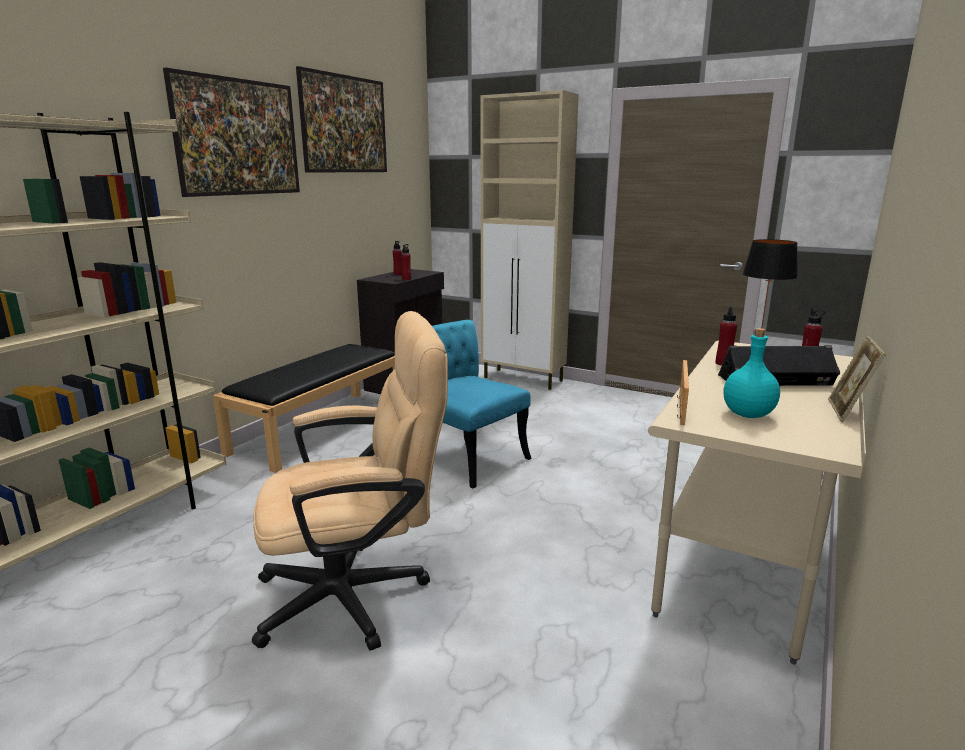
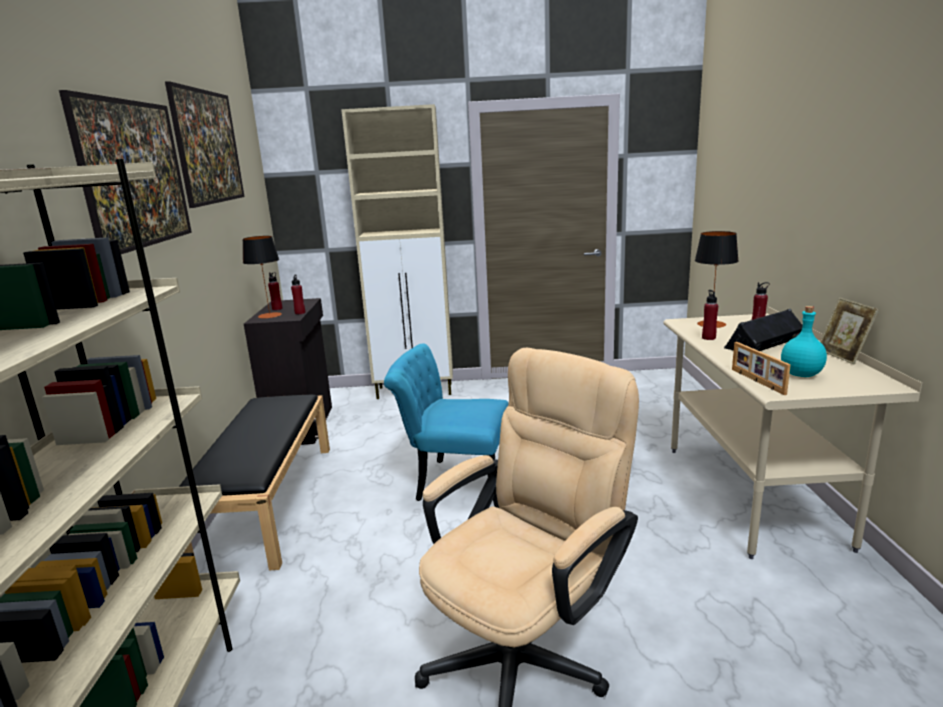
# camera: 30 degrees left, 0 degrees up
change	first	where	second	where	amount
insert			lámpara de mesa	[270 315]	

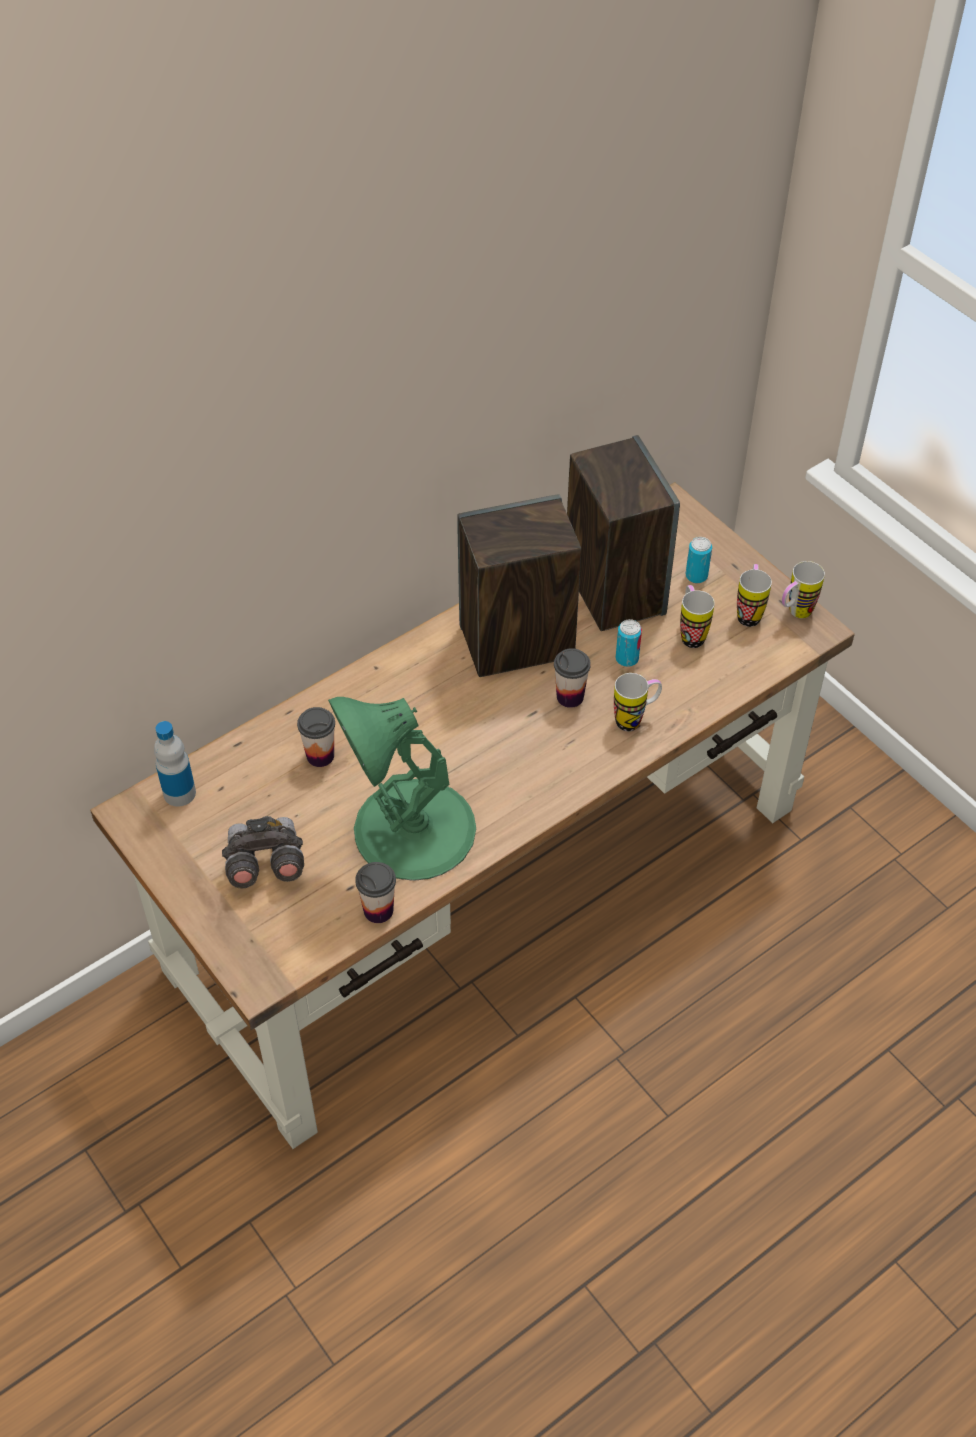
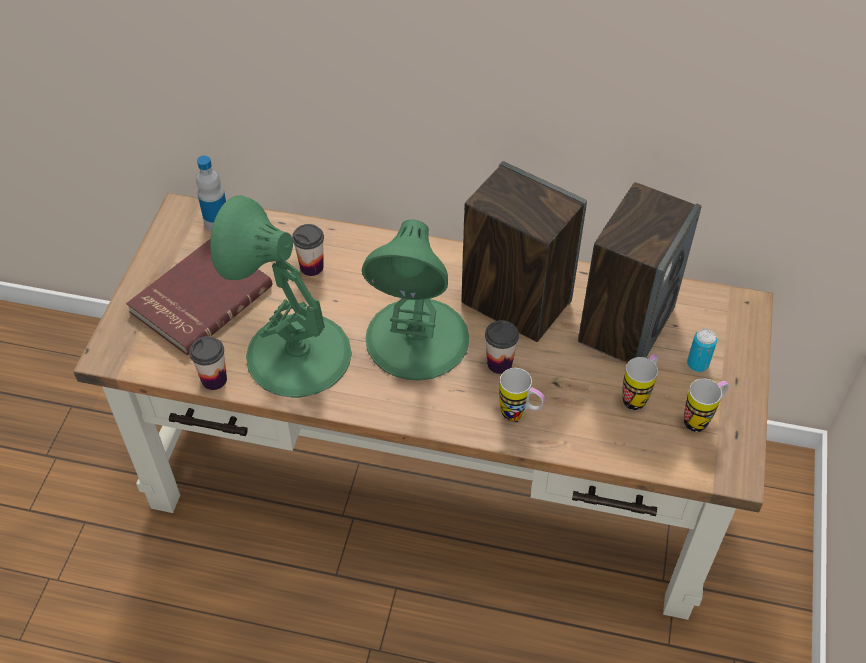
# camera: 50 degrees right, 0 degrees up
change	first	where	second	where	amount
replace	prismáticos (gris)	[264 864]	libro (rojo)	[199 298]	
delete	lata	[627 658]			
delete	taza grande	[794 613]			
insert			lámpara de mesa (verde)	[417 340]	

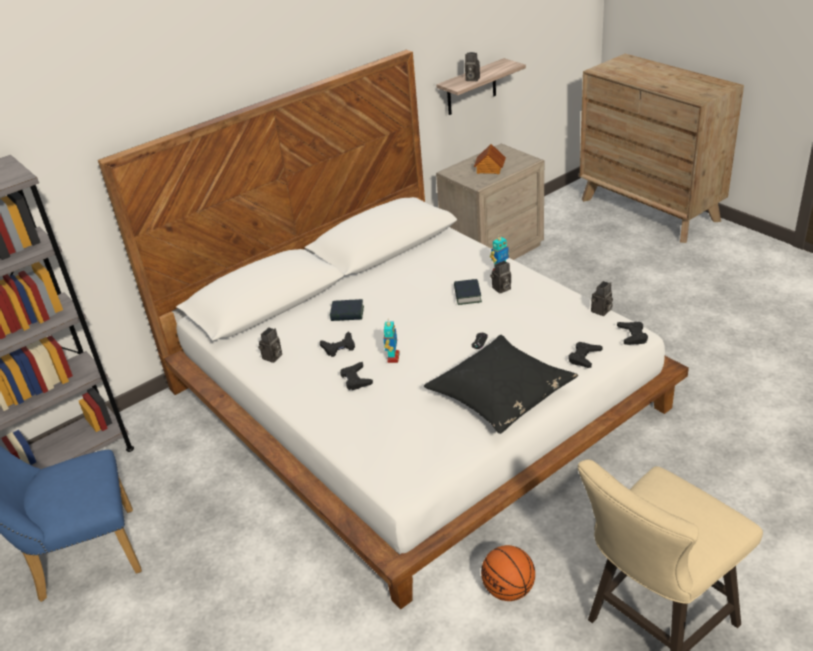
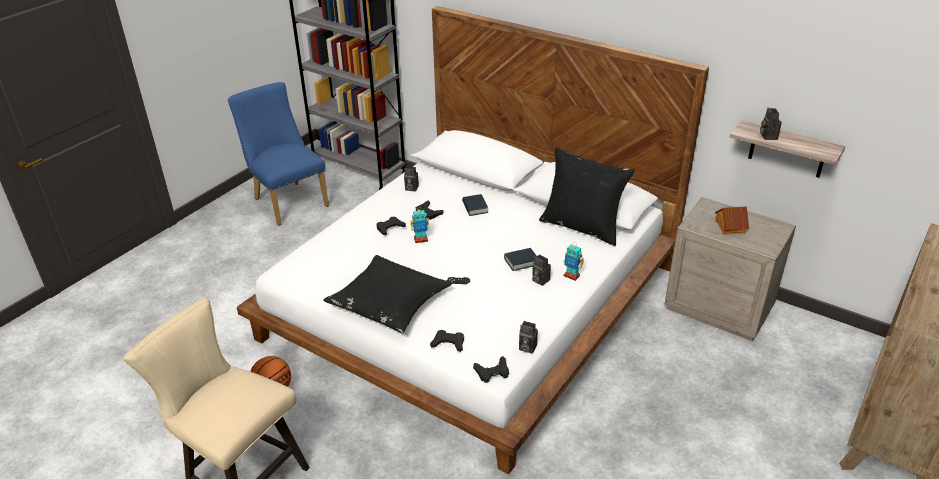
# camera: 70 degrees right, 0 degrees up
change	first	where	second	where	amount
insert			cojín (negro)	[582 226]	

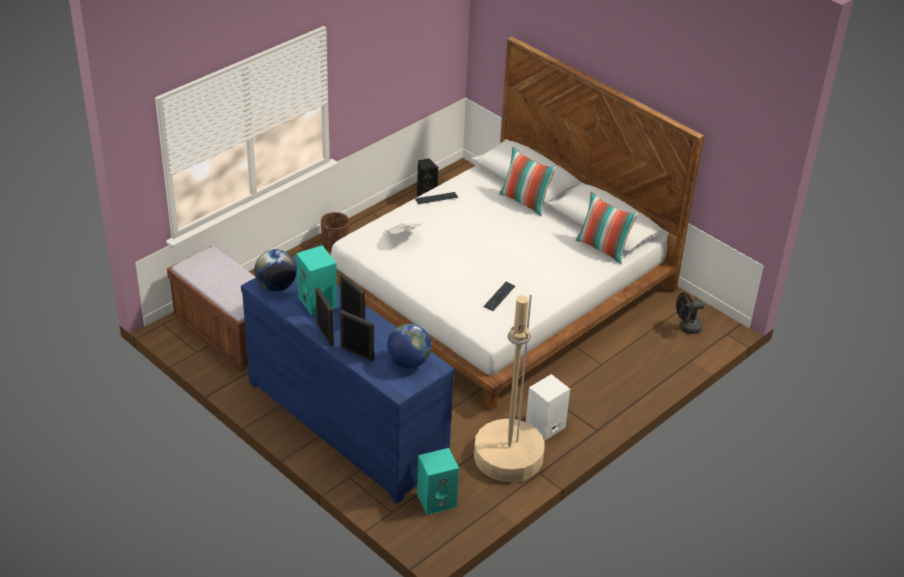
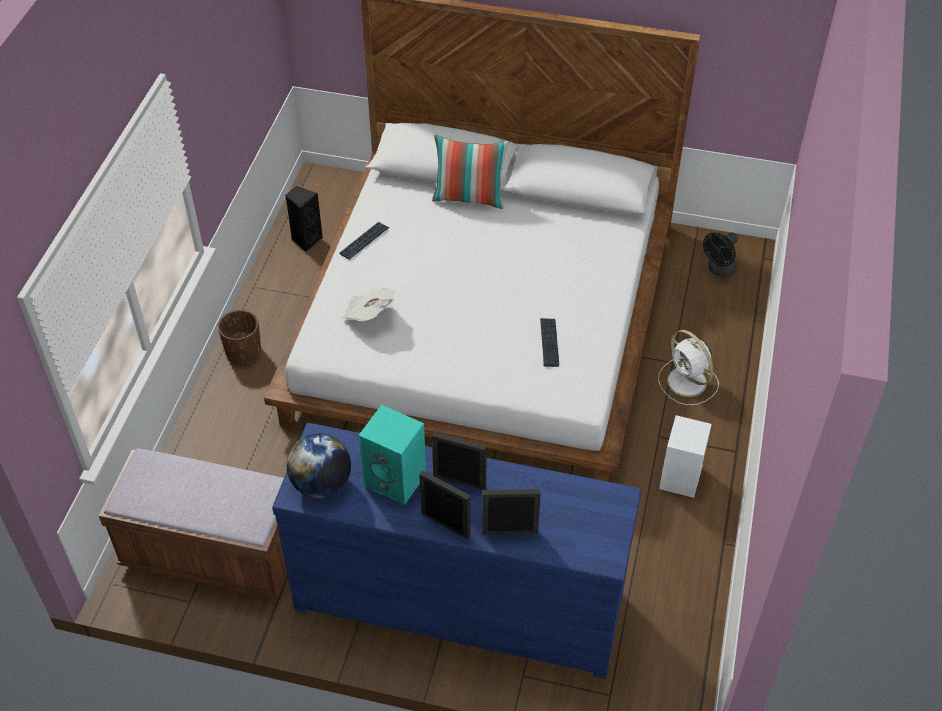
# camera: 30 degrees left, 10 degrees up
change	first	where	second	where	amount
delete	globo terráqueo	[408 362]			
delete	altavoz (turquesa)	[437 500]			
delete	lámpara de pie (beis)	[508 457]			
delete	cojín	[603 248]			
insert			ventilador (blanco)	[688 383]	

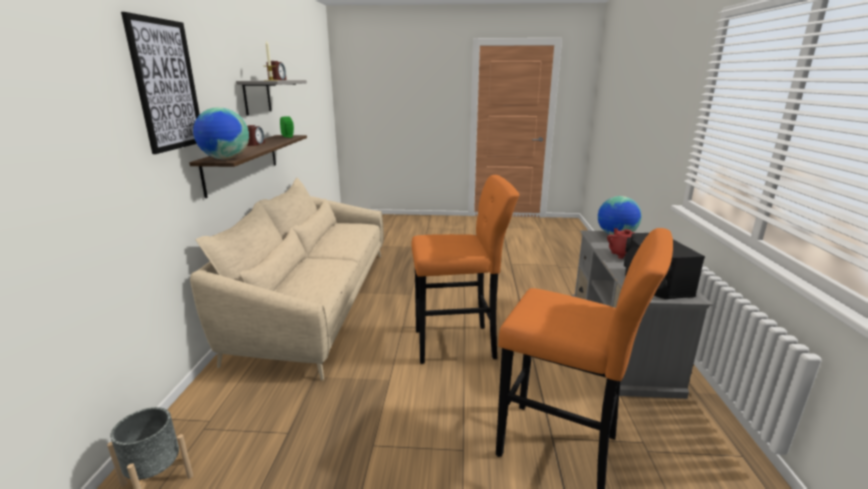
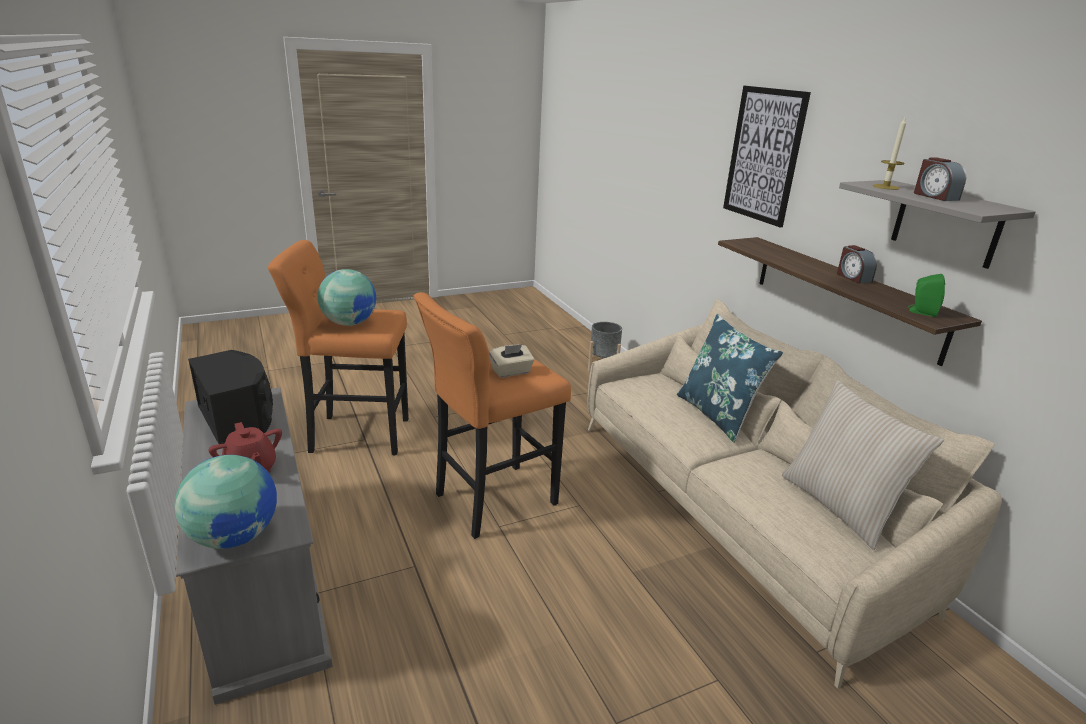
# camera: 150 degrees right, 5 degrees up
change	first	where	second	where	amount
move	globo terráqueo	[225 159]		[349 323]	
insert			caja de pañuelos (beis)	[511 372]	
insert			cojín (azul)	[717 415]	
insert			cojín (beis)	[840 506]	

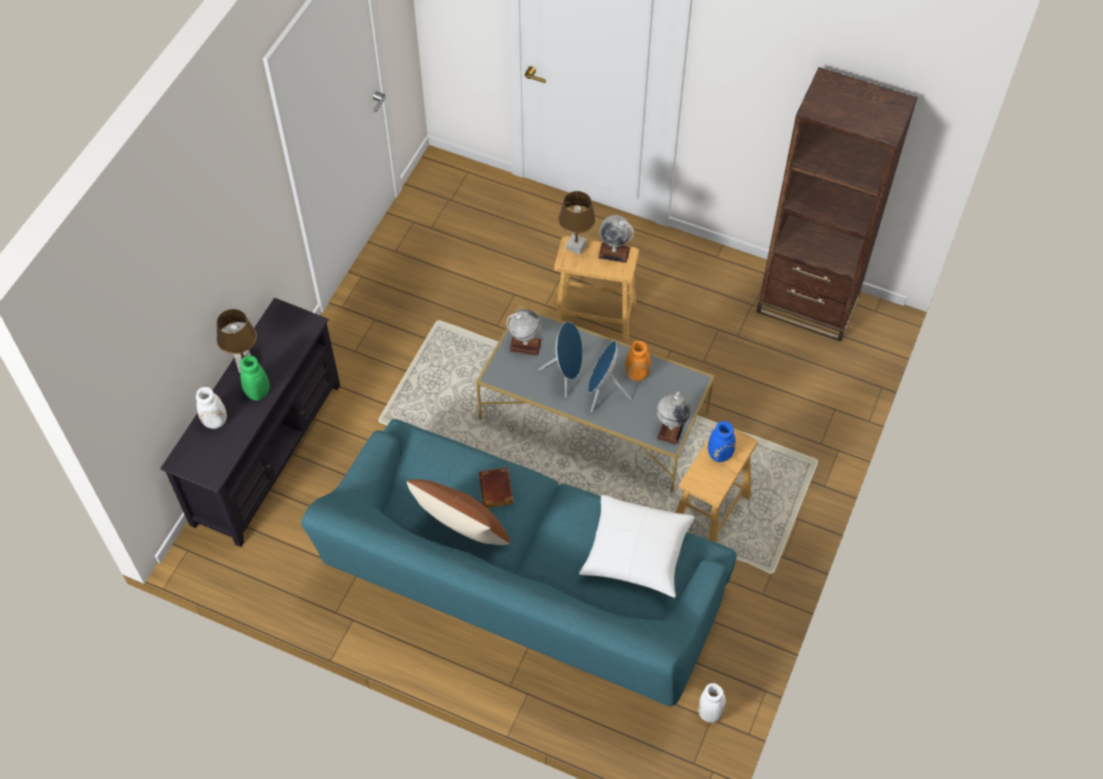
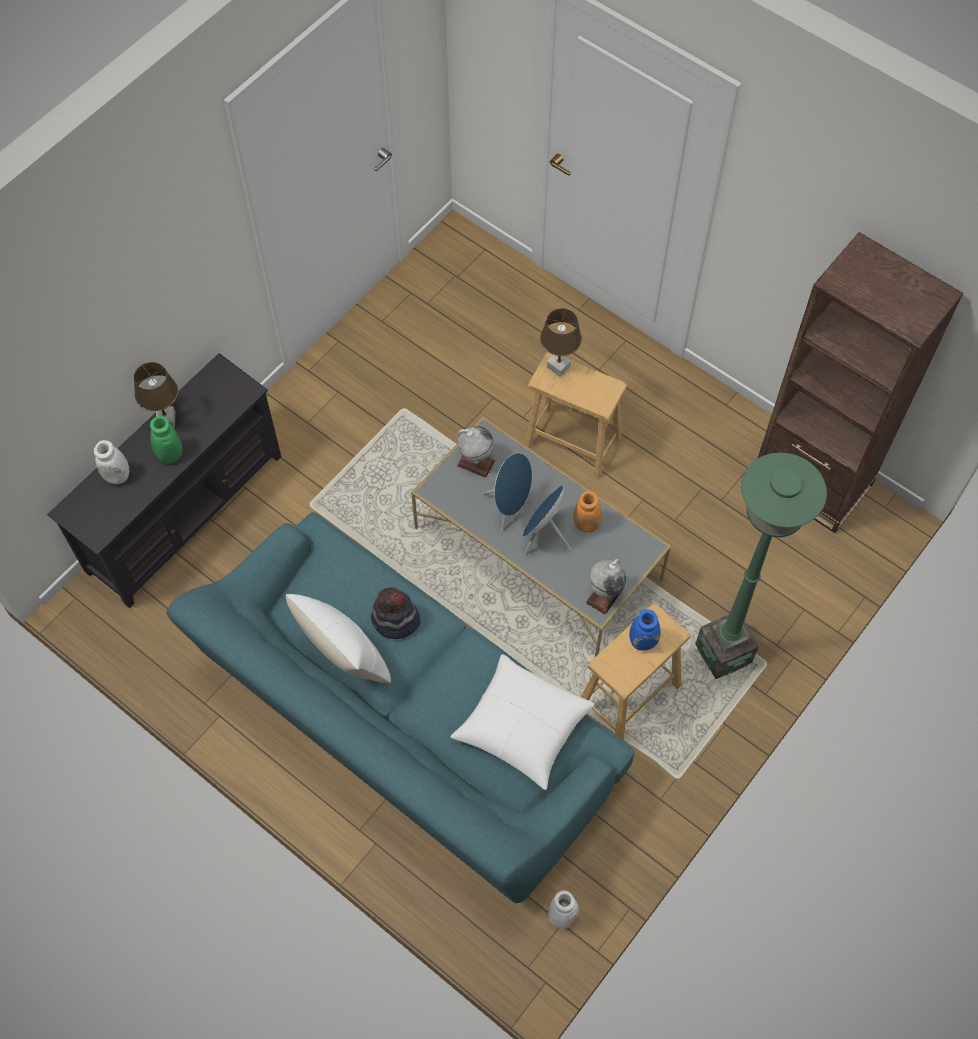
# camera: 15 degrees right, 5 degrees up
change	first	where	second	where	amount
recolor	cojín (marrón)	[462 532]	cojín (blanco)	[344 657]	
replace	libro (marrón)	[498 491]	sombrero	[395 620]	
delete	globo terráqueo	[614 252]			
insert			lámpara de pie (verde)	[724 653]	

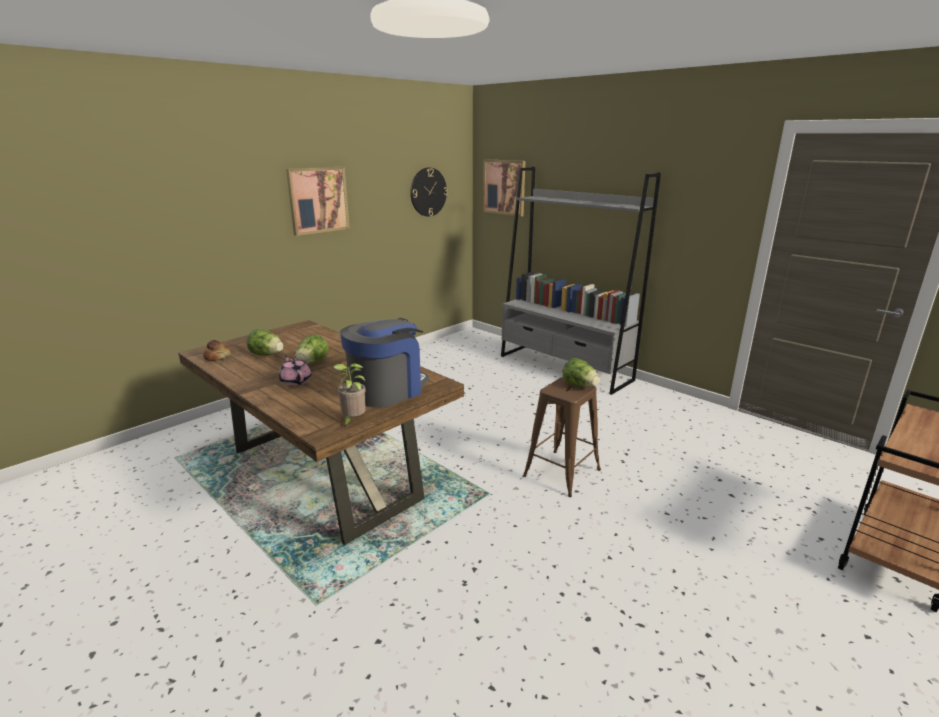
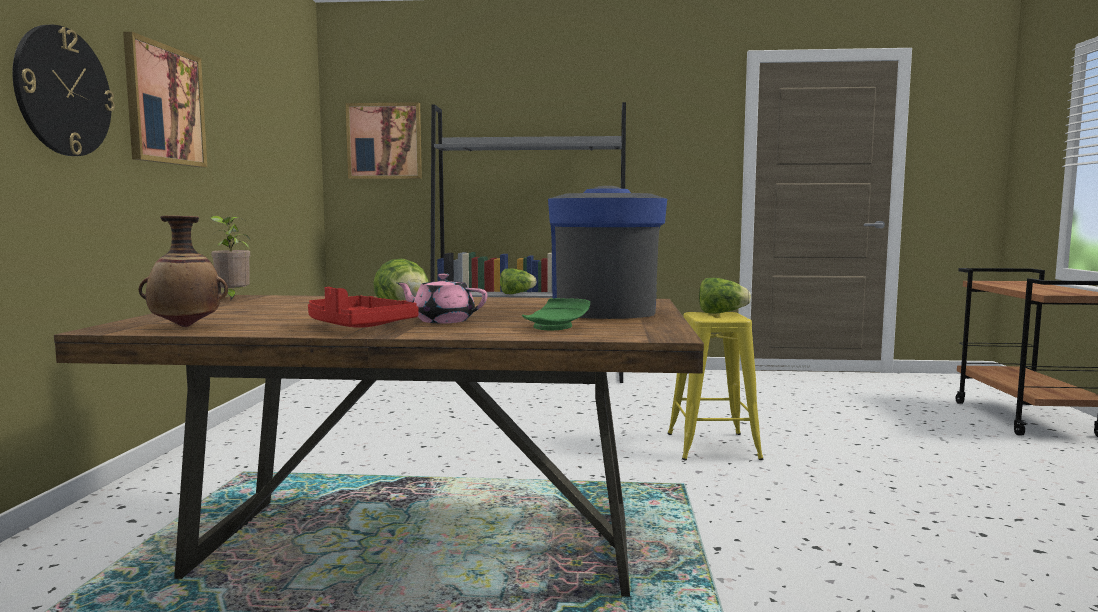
# camera: 40 degrees left, 15 degrees down
change	first	where	second	where	amount
replace	pan	[218 357]	florero	[186 326]	
move	lechuga	[267 355]		[516 293]	
move	planta en maceta	[352 421]		[232 299]	
move	reloj de pared	[428 192]		[63 92]	
recolor	taburete (marrón)	[562 473]	taburete (amarillo)	[712 446]	
insert			bandeja (rojo)	[357 326]	
insert			plato (verde)	[556 327]	

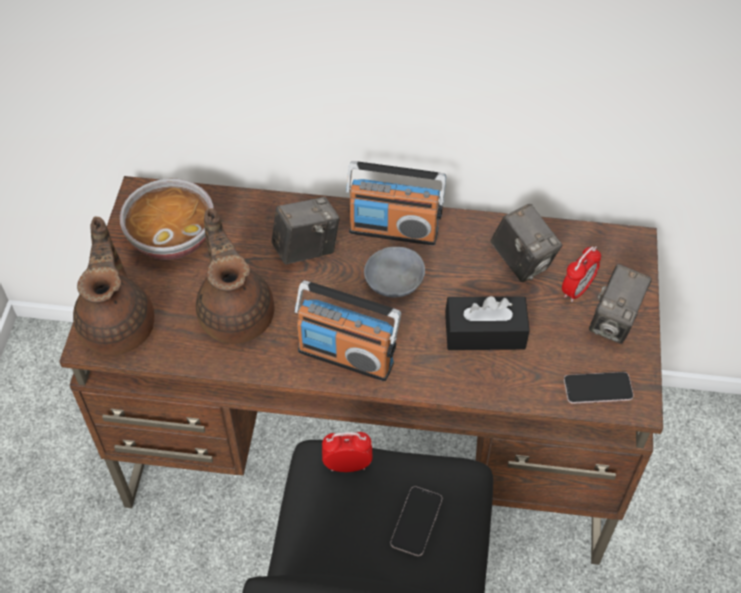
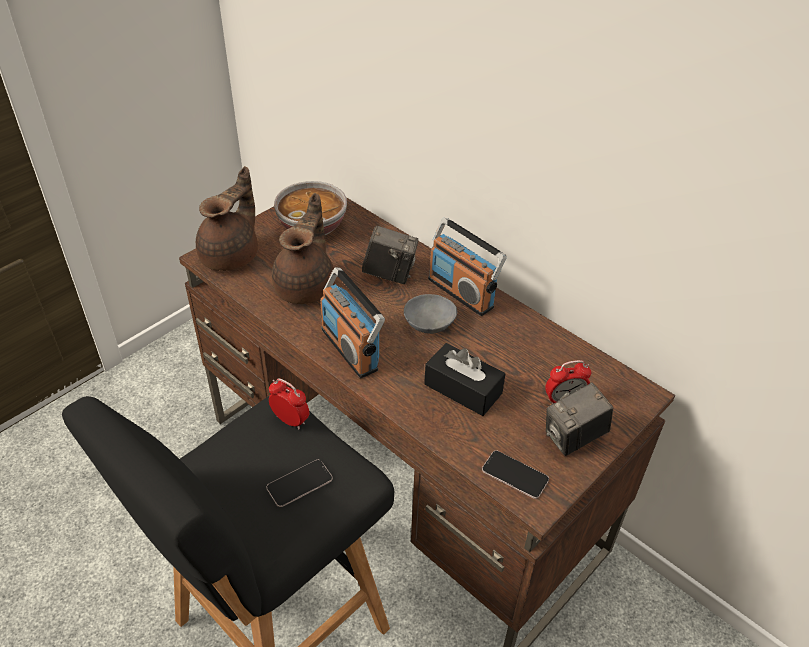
# camera: 35 degrees right, 10 degrees down
change	first	where	second	where	amount
delete	cámara	[522 261]			

